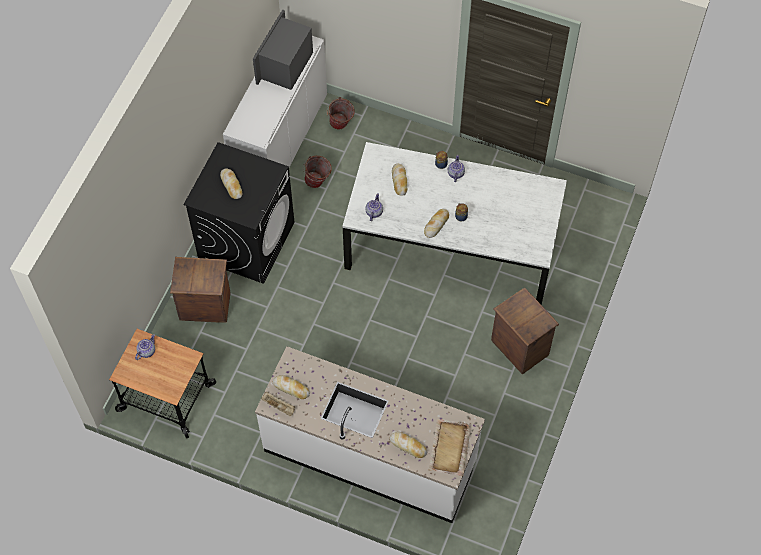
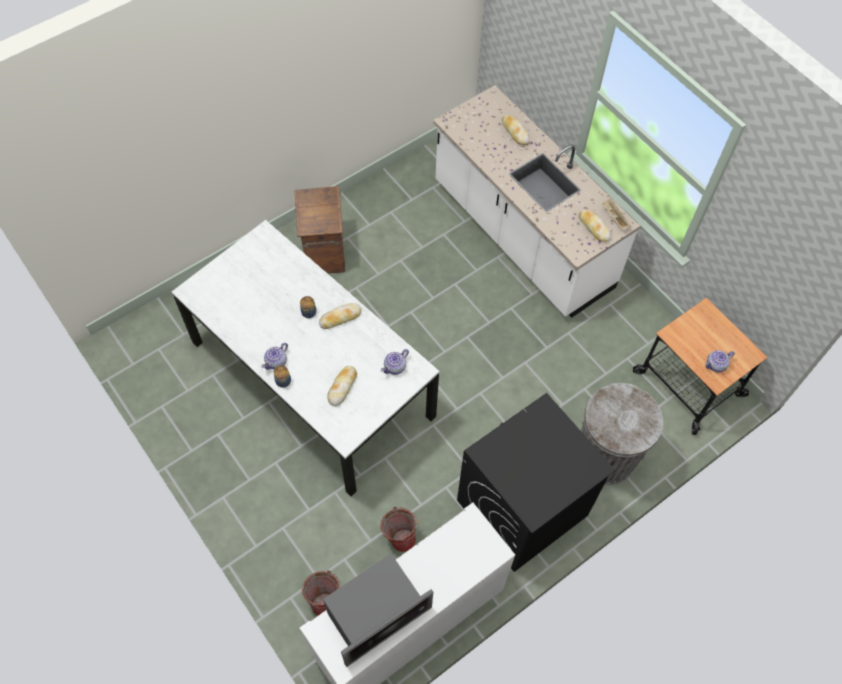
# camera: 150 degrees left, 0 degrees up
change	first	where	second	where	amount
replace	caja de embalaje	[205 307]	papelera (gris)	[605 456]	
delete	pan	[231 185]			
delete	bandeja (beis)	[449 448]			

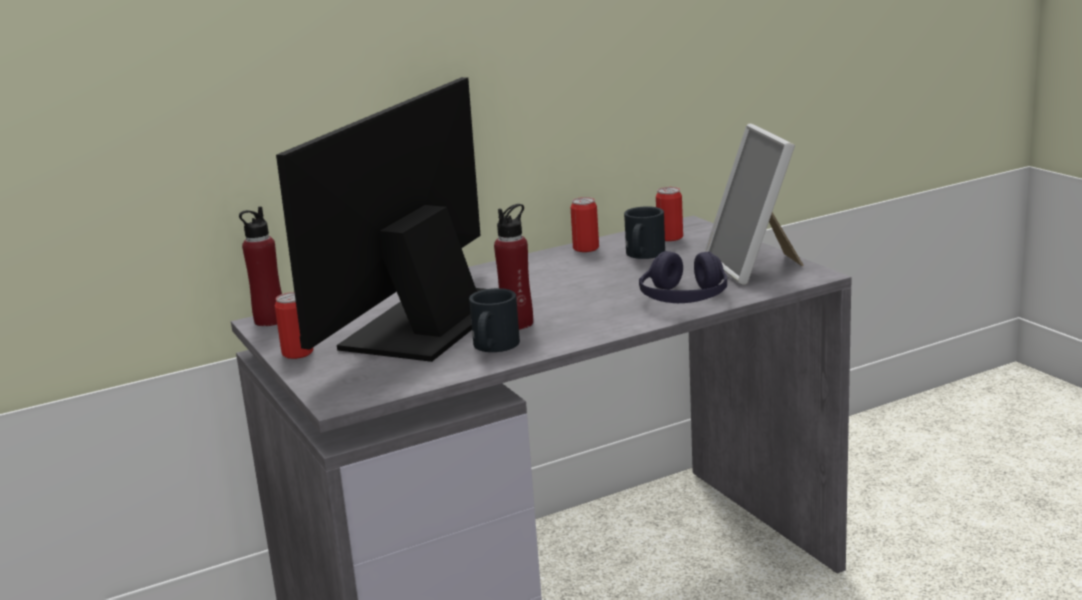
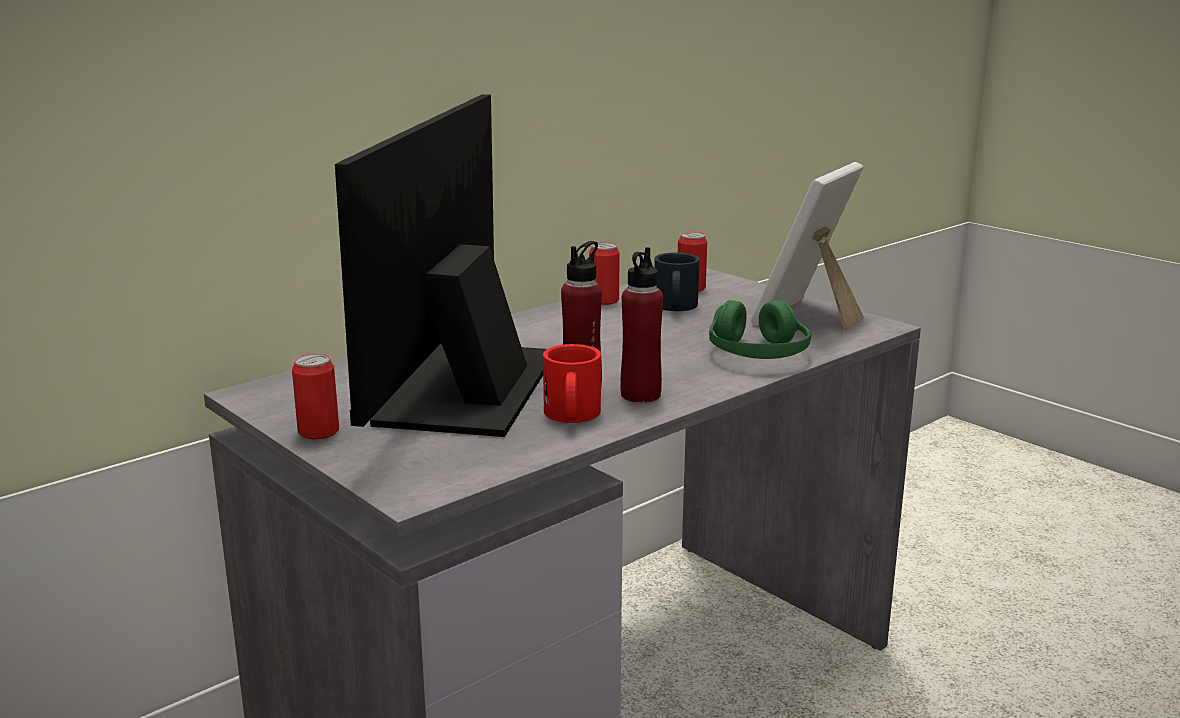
# camera: 15 degrees left, 0 degrees up
change	first	where	second	where	amount
move	botella (rojo)	[270 320]		[640 395]	
recolor	taza grande (negro)	[493 347]	taza grande (rojo)	[572 417]	
recolor	auriculares (morado)	[684 298]	auriculares (verde)	[757 354]	
rotate	portarretratos	[754 266]		[809 318]	60 degrees clockwise

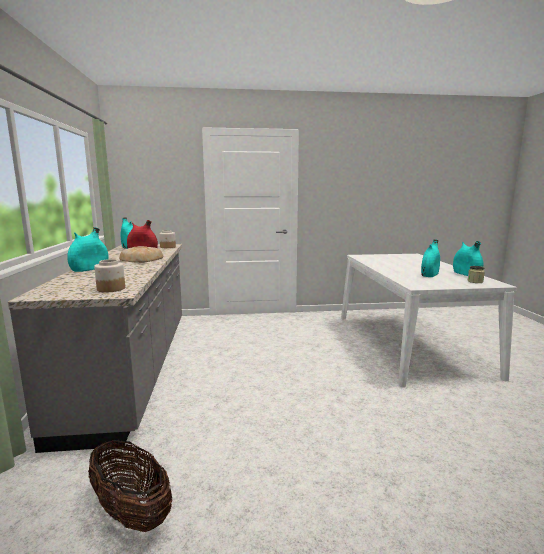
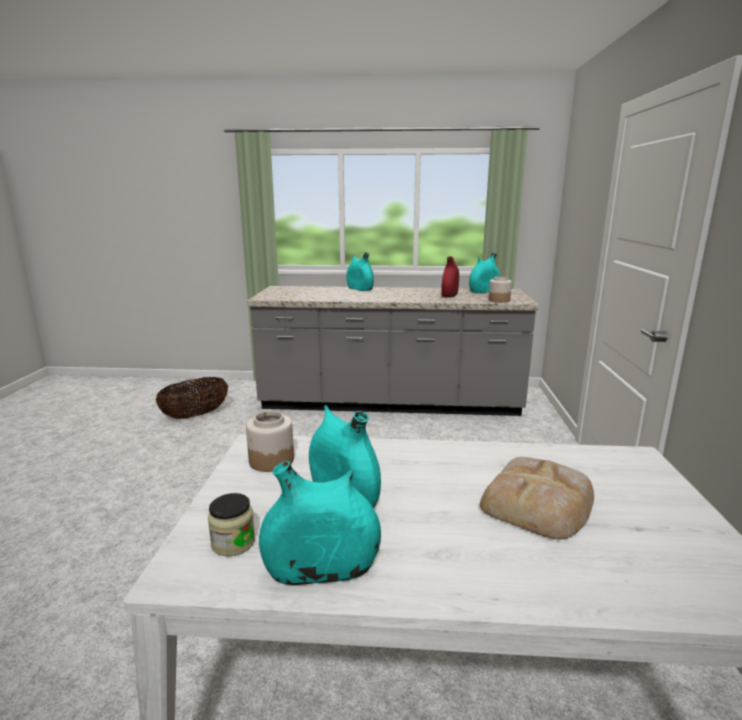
# camera: 100 degrees right, 5 degrees up
change	first	where	second	where	amount
move	tarro	[110 289]		[271 460]	
move	pan	[141 259]		[538 504]	

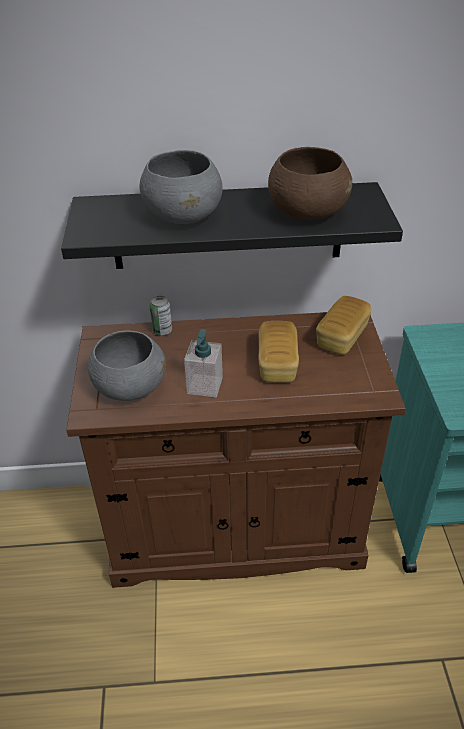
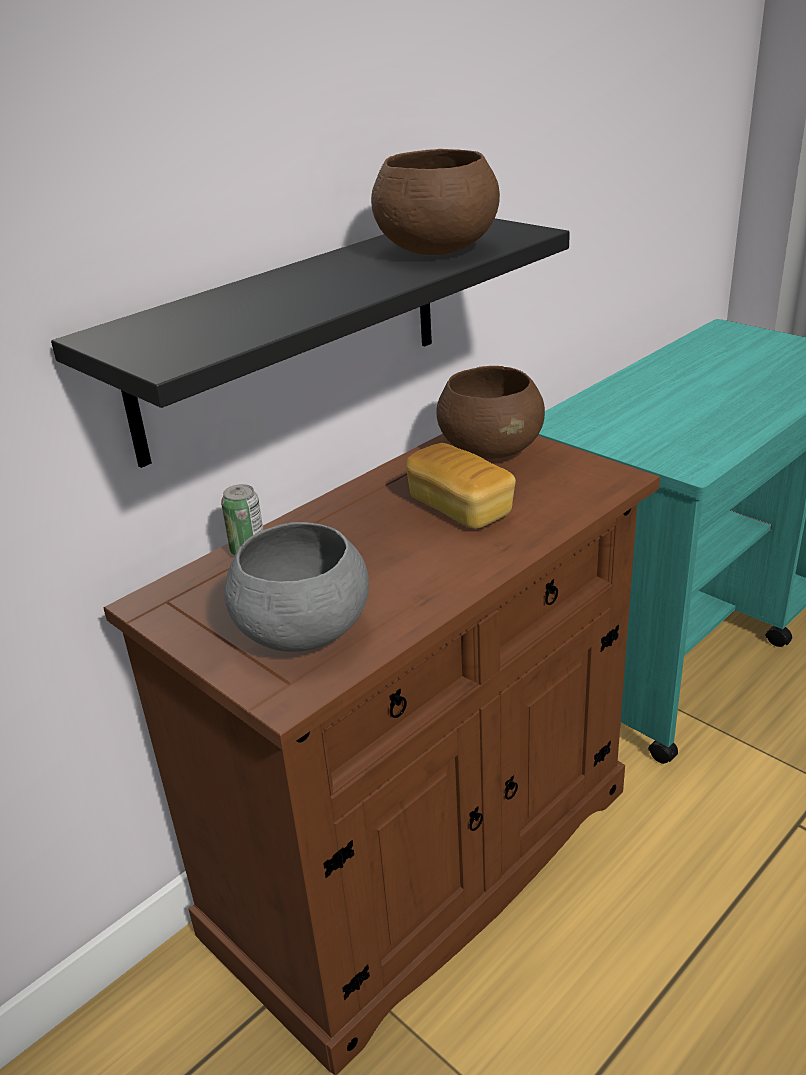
# camera: 40 degrees left, 10 degrees down
change	first	where	second	where	amount
delete	cuenco (gris)	[184 216]			
delete	dispensador de jabón	[205 385]			
replace	pan	[342 337]	cuenco (marrón)	[491 450]	

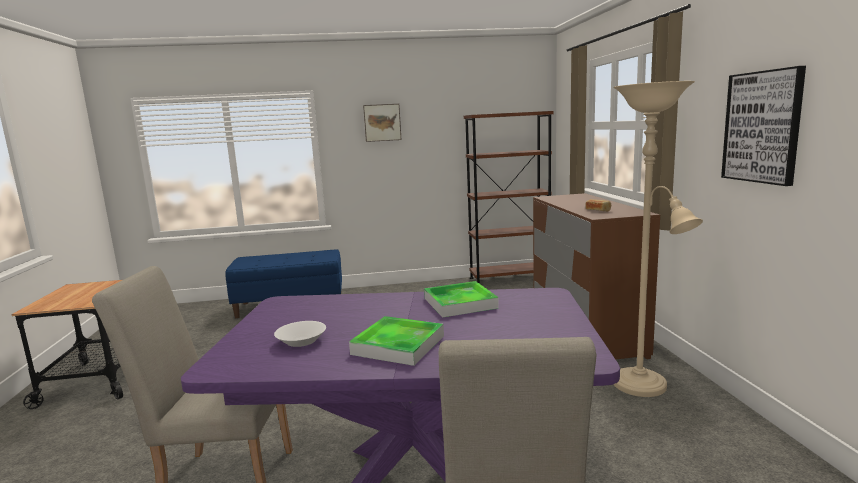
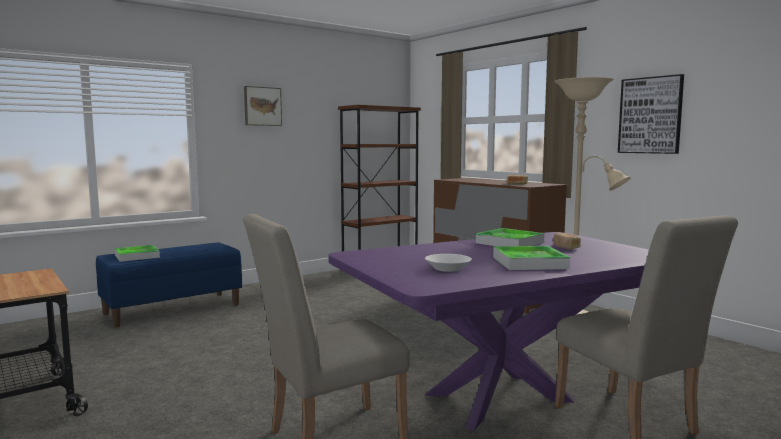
# camera: 30 degrees left, 5 degrees down
change	first	where	second	where	amount
insert			bandeja	[137 256]	
insert			pan	[565 247]	

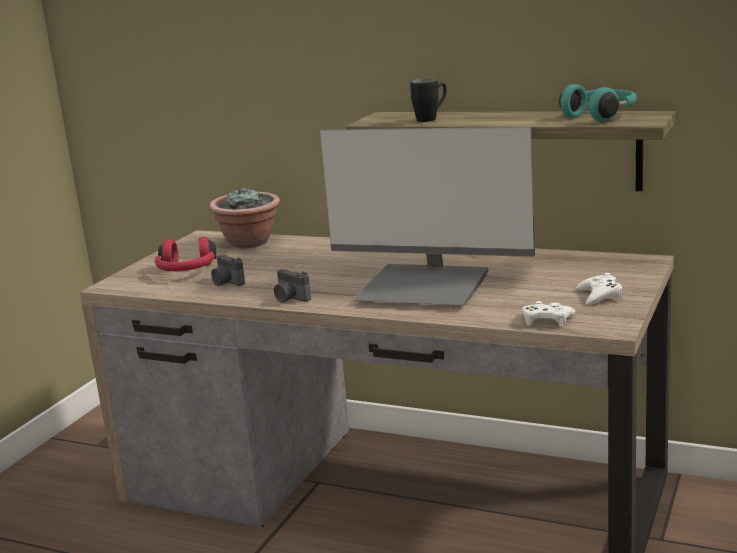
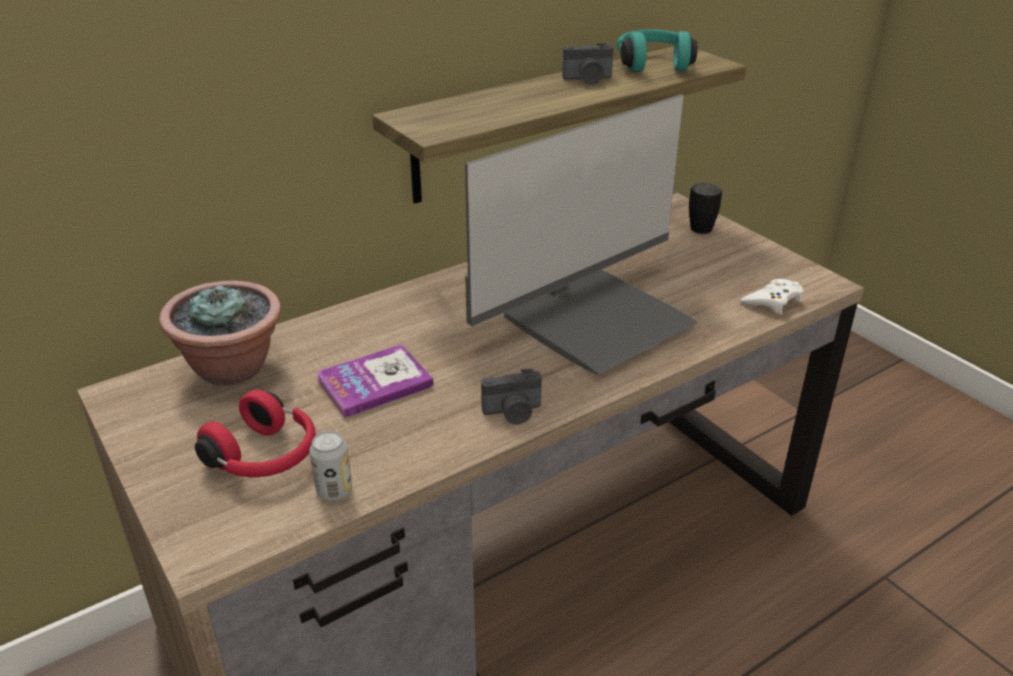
# camera: 60 degrees left, 15 degrees up
change	first	where	second	where	amount
move	cámara	[227 282]		[588 79]	
move	taza grande (negro)	[431 119]		[699 225]	
delete	mando de consola (blanco)	[599 295]			
insert			lata	[334 491]	
insert			libro	[375 383]	

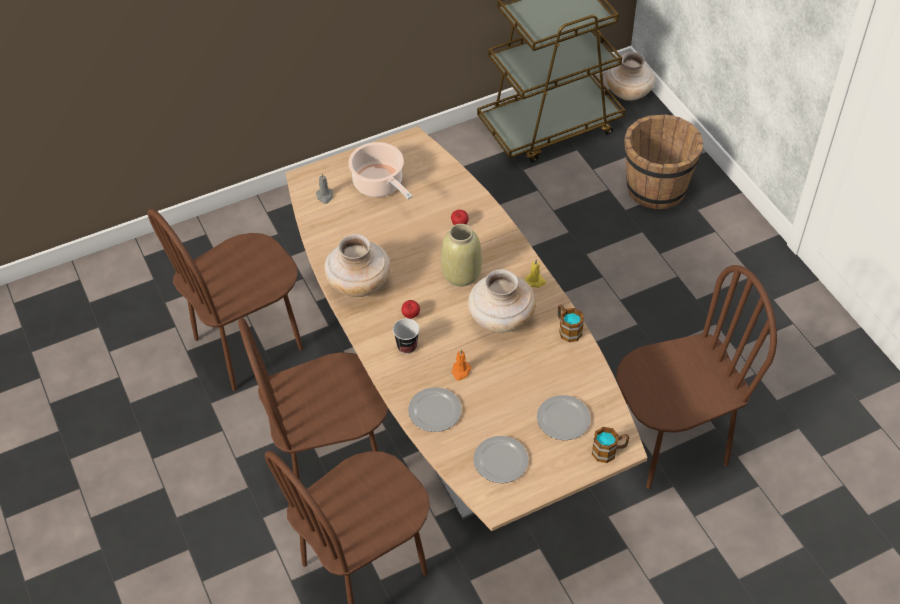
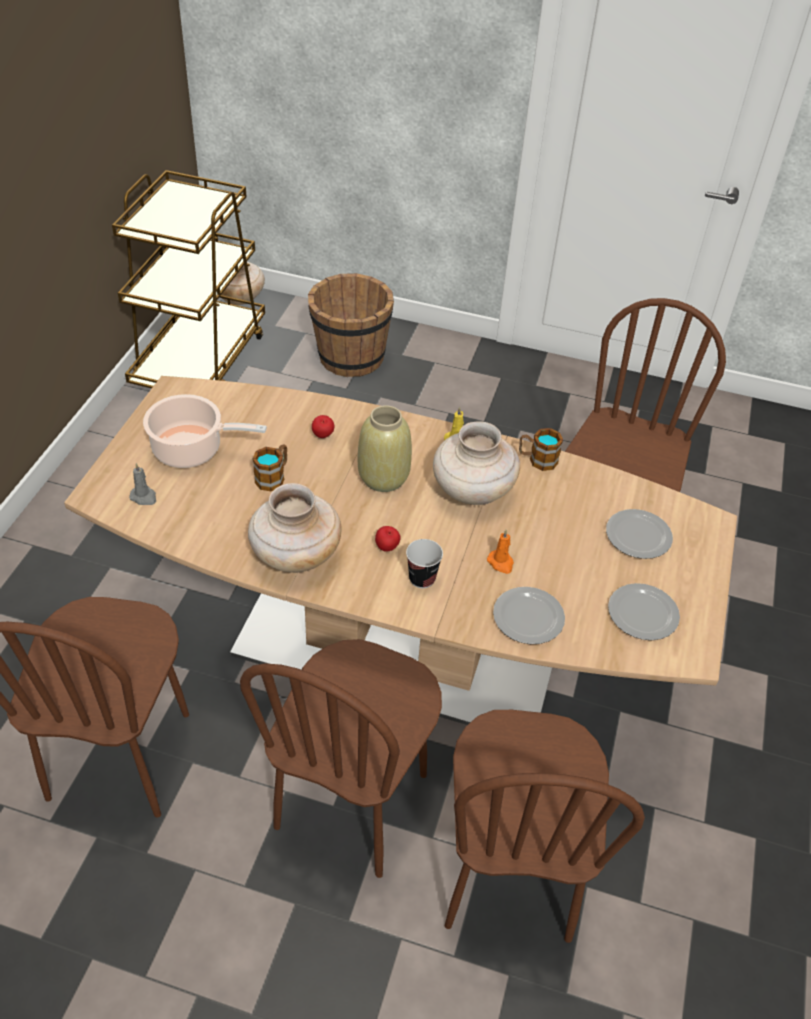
# camera: 50 degrees left, 5 degrees down
change	first	where	second	where	amount
move	taza grande	[609 451]		[273 477]	

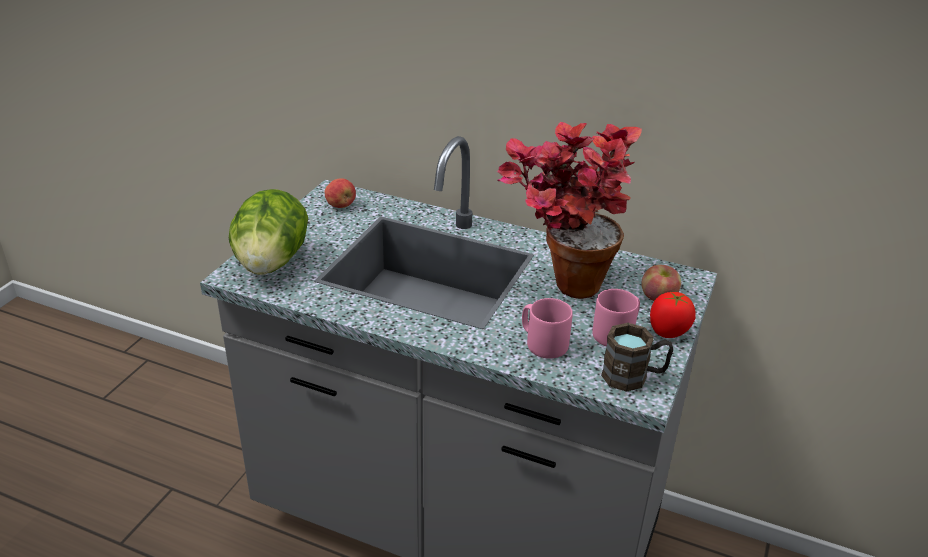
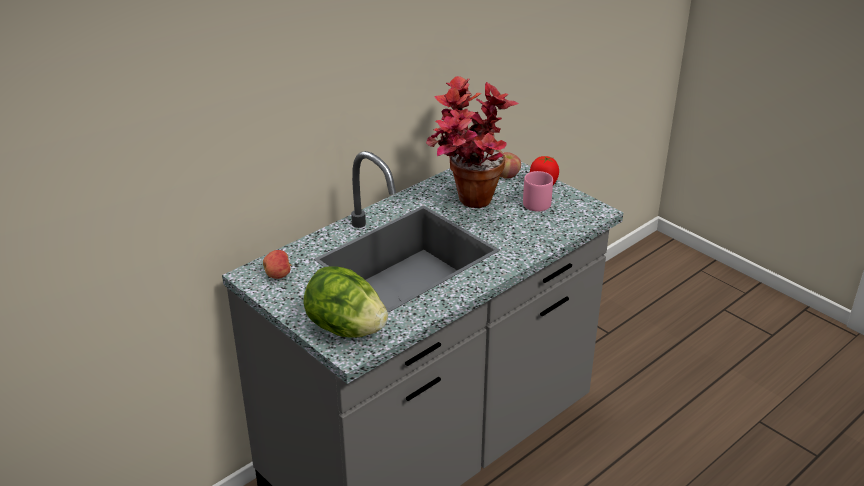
# camera: 65 degrees left, 0 degrees up
change	first	where	second	where	amount
delete	taza grande (rosa)	[543 343]			
delete	taza grande (marrón)	[634 376]			

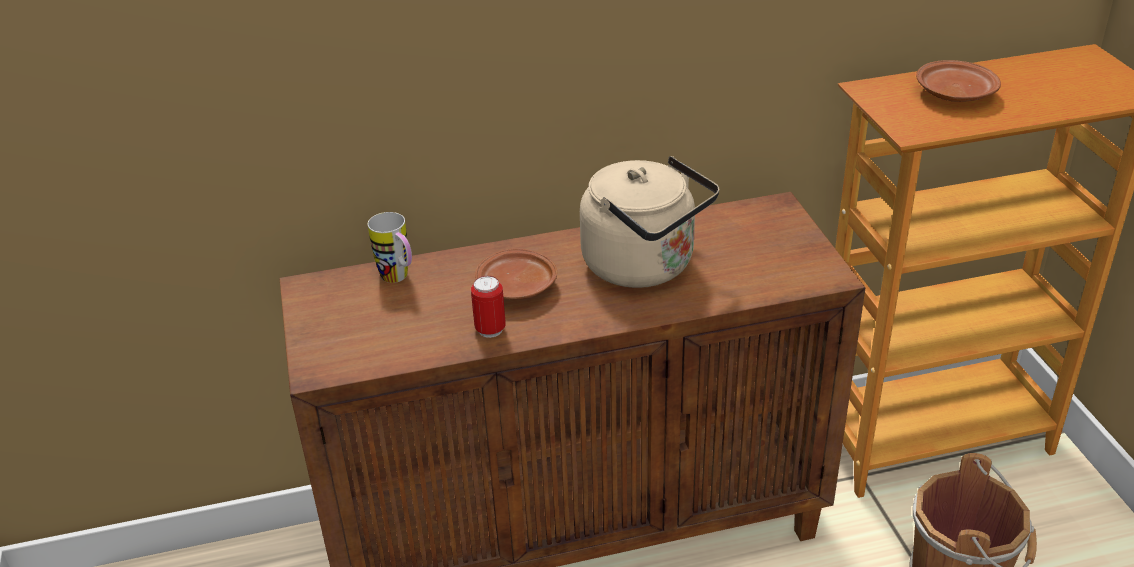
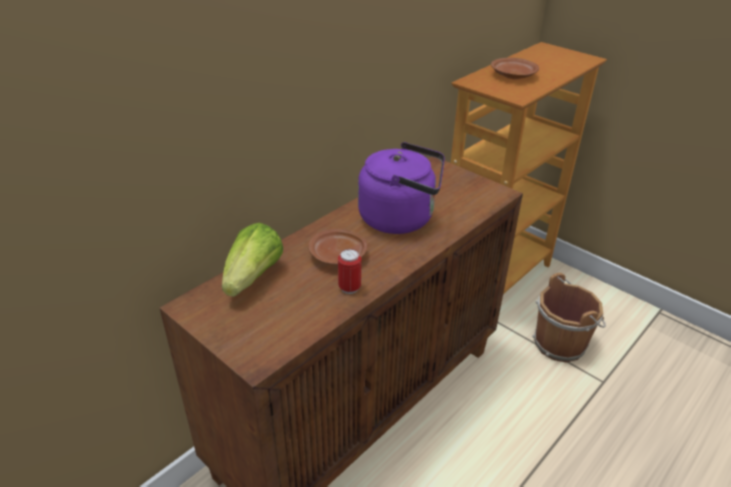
# camera: 35 degrees left, 0 degrees up
change	first	where	second	where	amount
replace	taza grande	[399 279]	lechuga	[253 277]	
recolor	hervidor (beis)	[645 266]	hervidor (morado)	[401 218]	

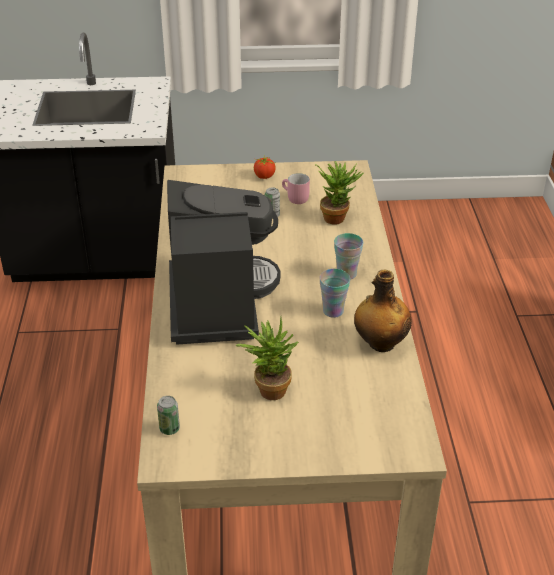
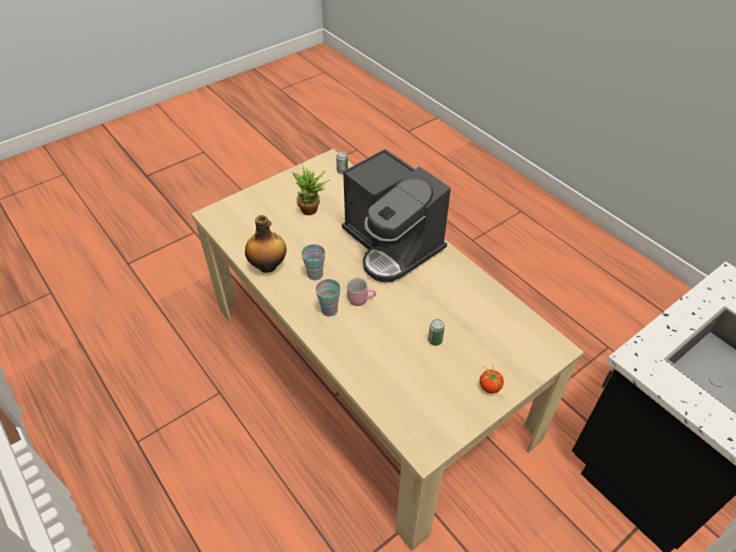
# camera: 145 degrees right, 10 degrees up
change	first	where	second	where	amount
move	taza grande (rosa)	[294 199]		[360 298]	
delete	planta en maceta	[337 217]			

